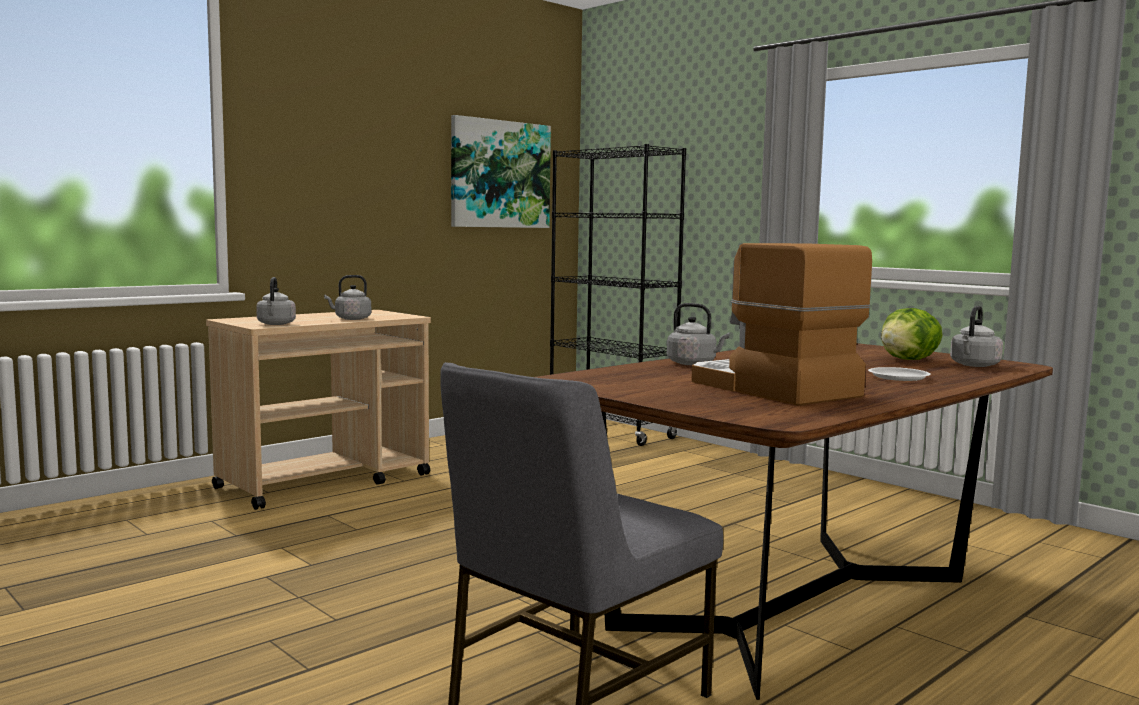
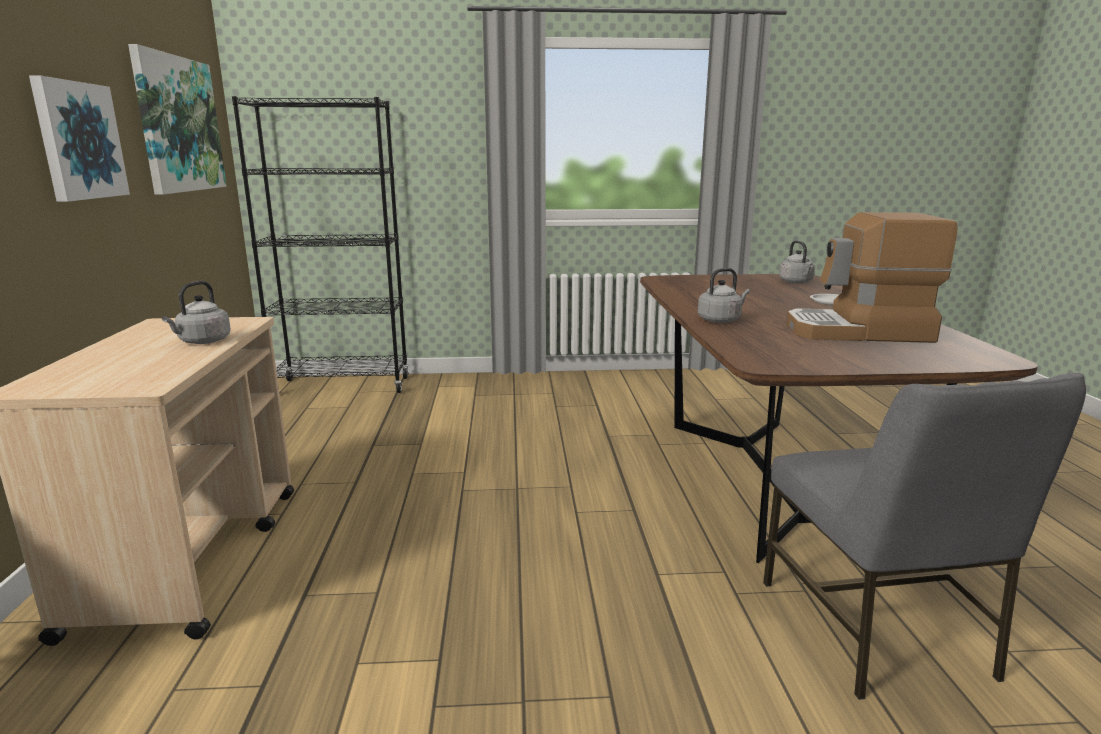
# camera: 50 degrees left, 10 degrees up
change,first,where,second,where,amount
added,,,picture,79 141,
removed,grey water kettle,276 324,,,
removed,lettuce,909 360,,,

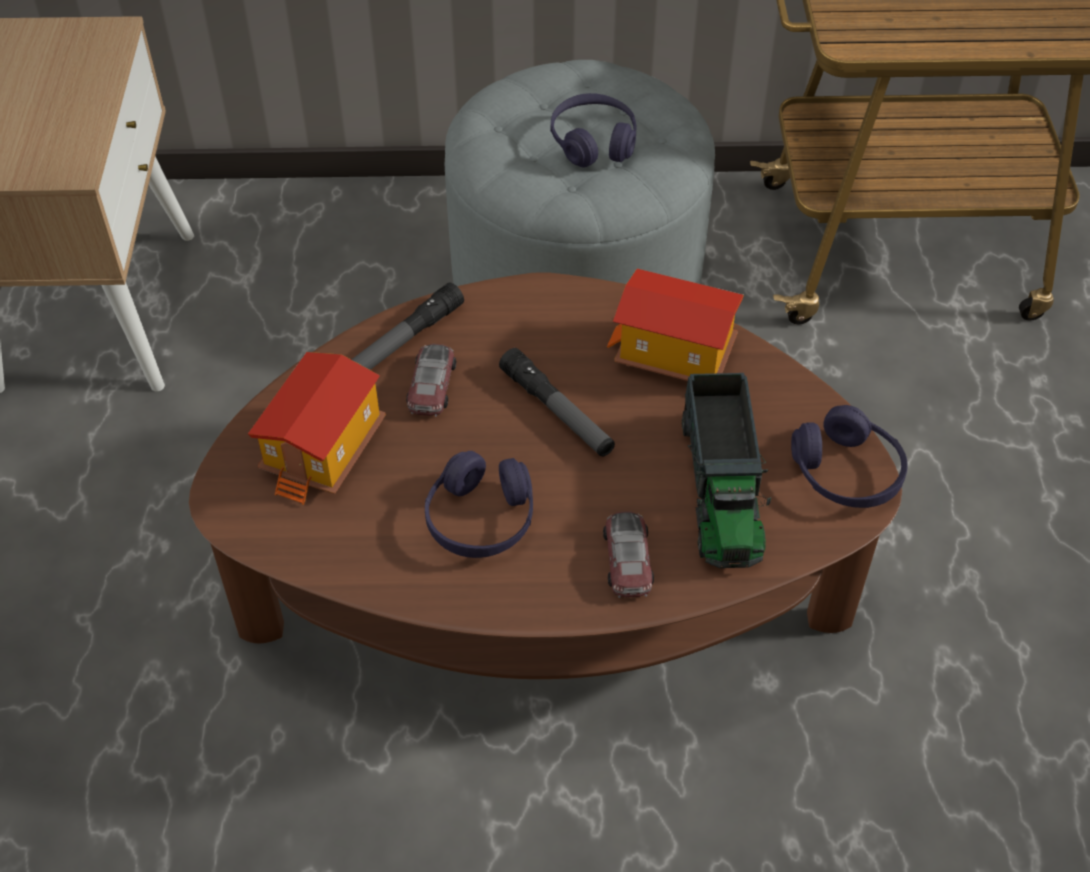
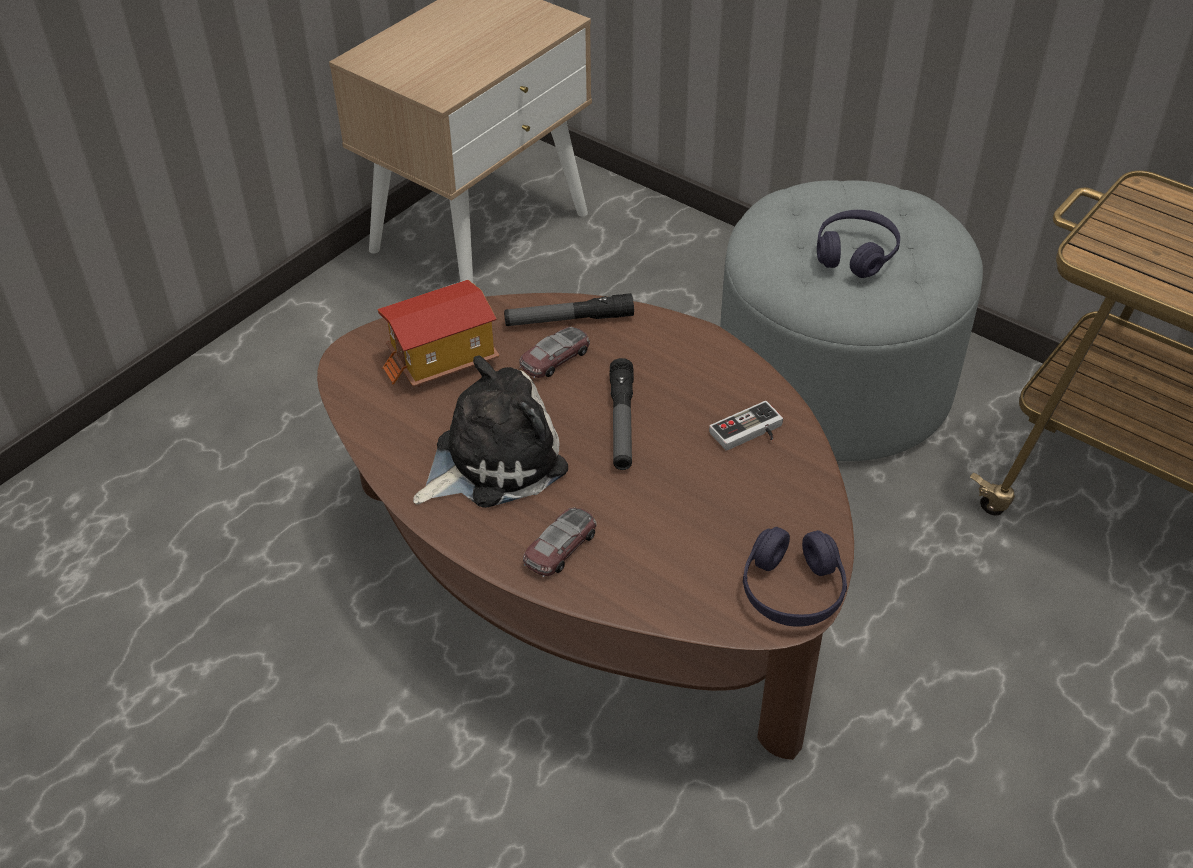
# camera: 40 degrees right, 5 degrees down
change,first,where,second,where,amount
replaced,purplish pair of headphones,480 519,cuddly toy,492 460,
replaced,toy house,673 356,game controller,749 433,
removed,toy truck,721 488,,,

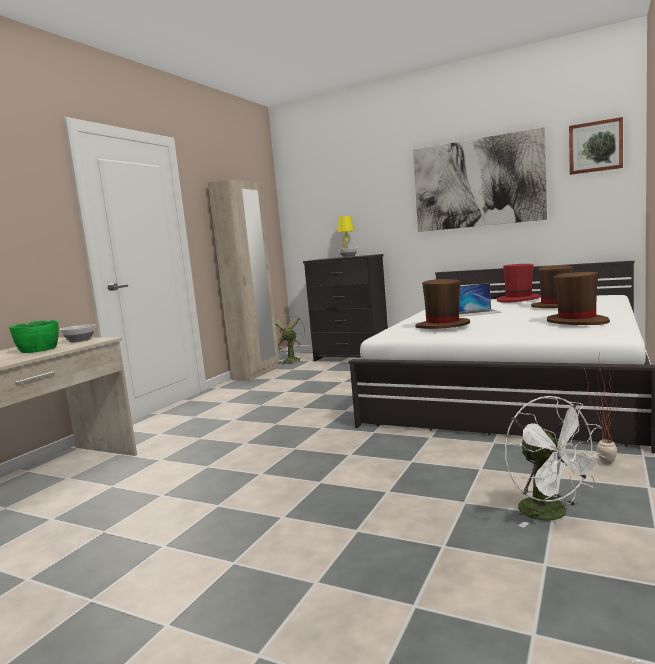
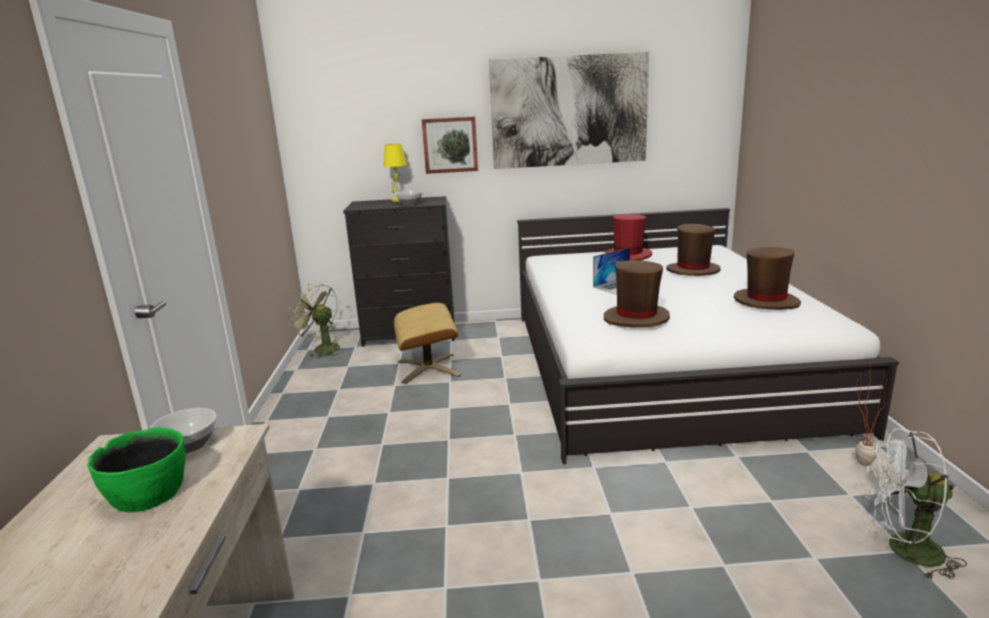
# camera: 30 degrees left, 10 degrees up
change,first,where,second,where,amount
added,,,sand-coloured ottoman,429 368,
moved,picture,595 146,,450 145,
turned,white-coloured cooling fan,551 514,,904 551,150 degrees clockwise
removed,sand-coloured clothes cupboard,257 373,,,

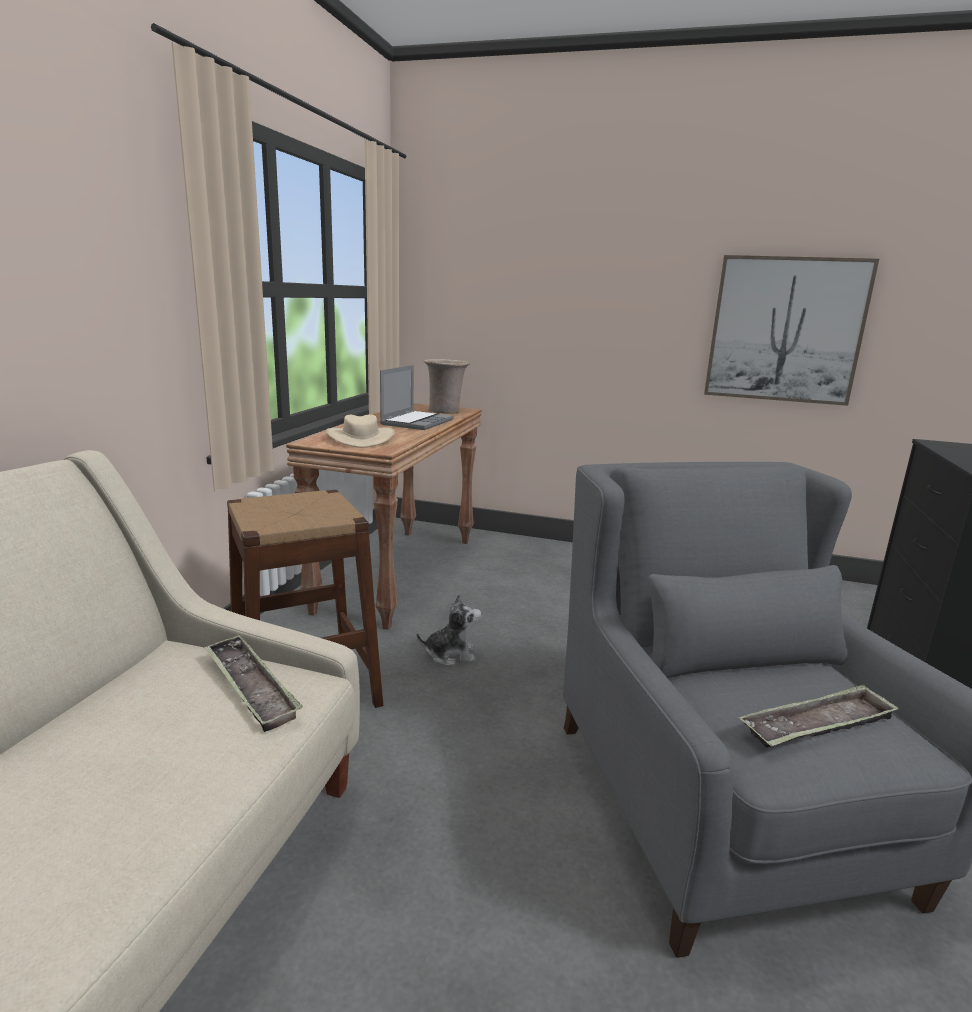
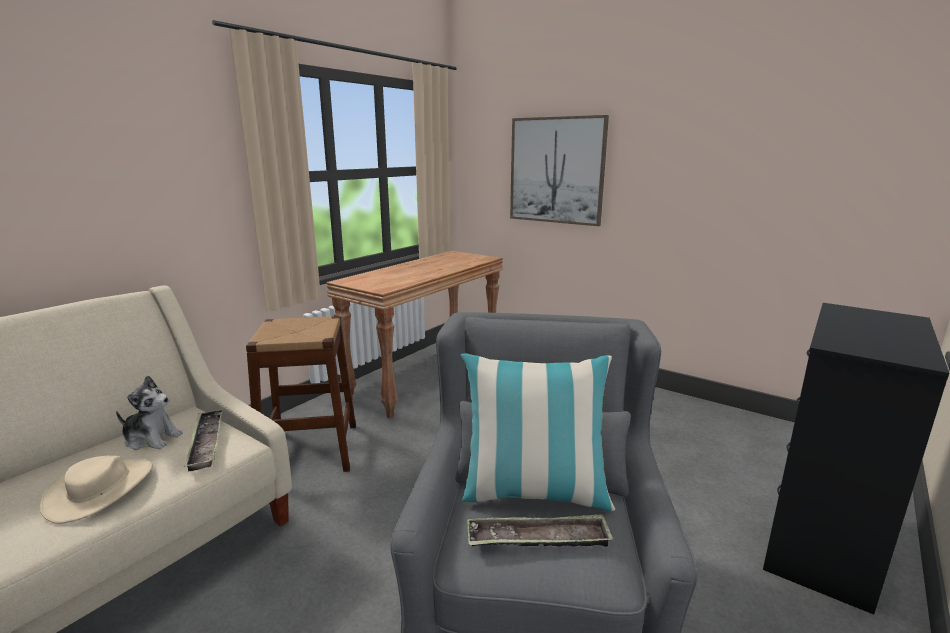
# camera: 20 degrees right, 0 degrees up
change,first,where,second,where,amount
moved,sand-coloured wearable hat,361 438,,101 489,
moved,cuddly toy,450 655,,152 439,
added,,,throw pillow,534 493,
moved,picture,785 330,,556 170,
removed,portable computer,417 422,,,
removed,sand-coloured vase,445 411,,,

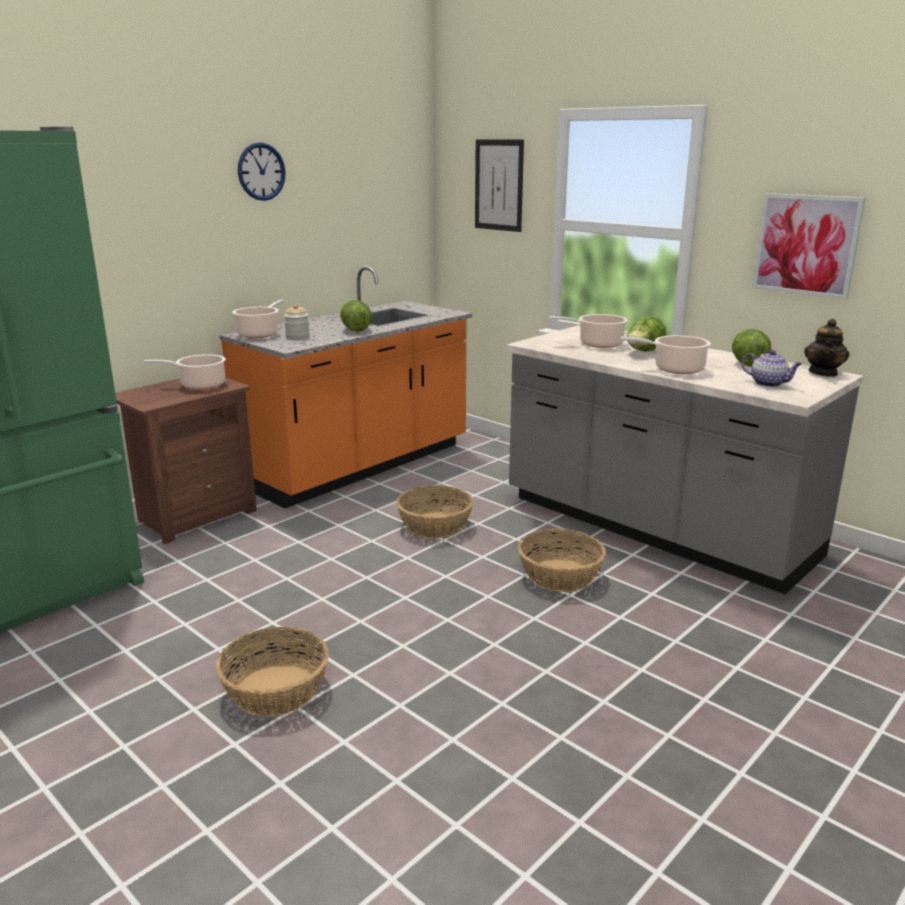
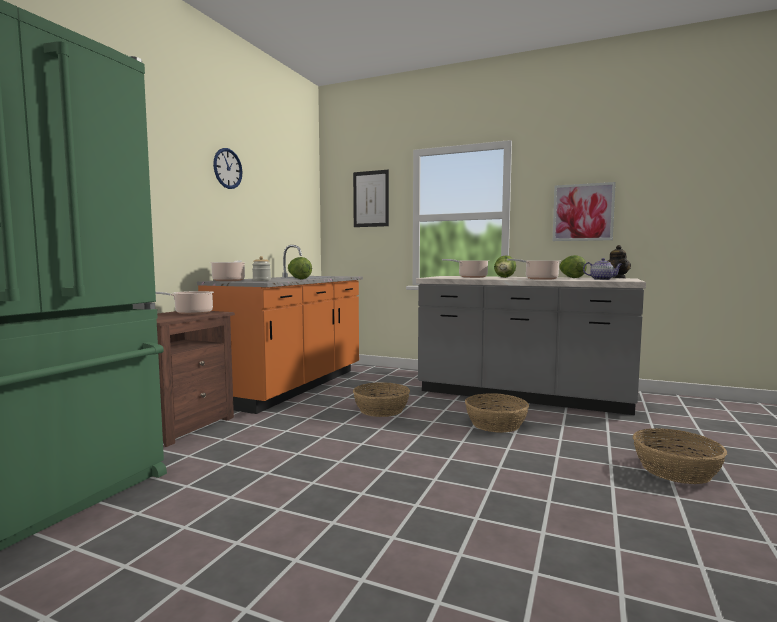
# camera: 20 degrees left, 15 degrees down
change,first,where,second,where,amount
moved,household basket,276 690,,676 470,

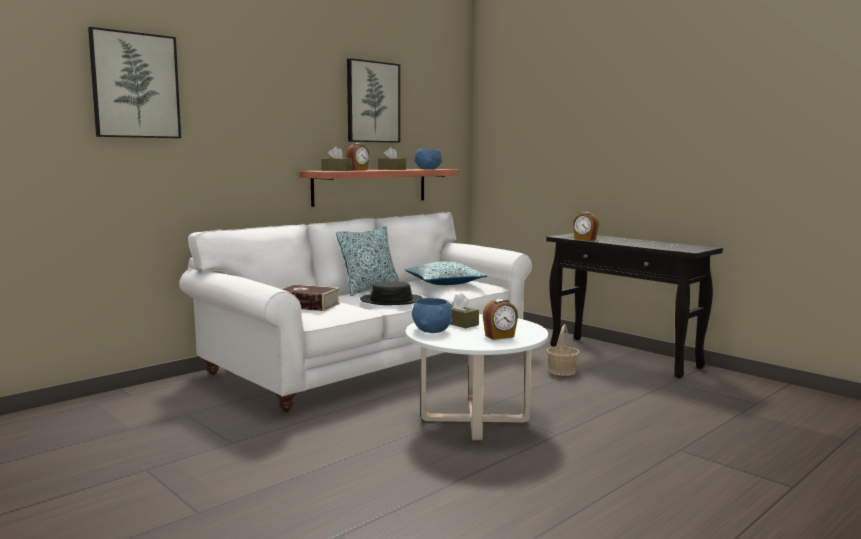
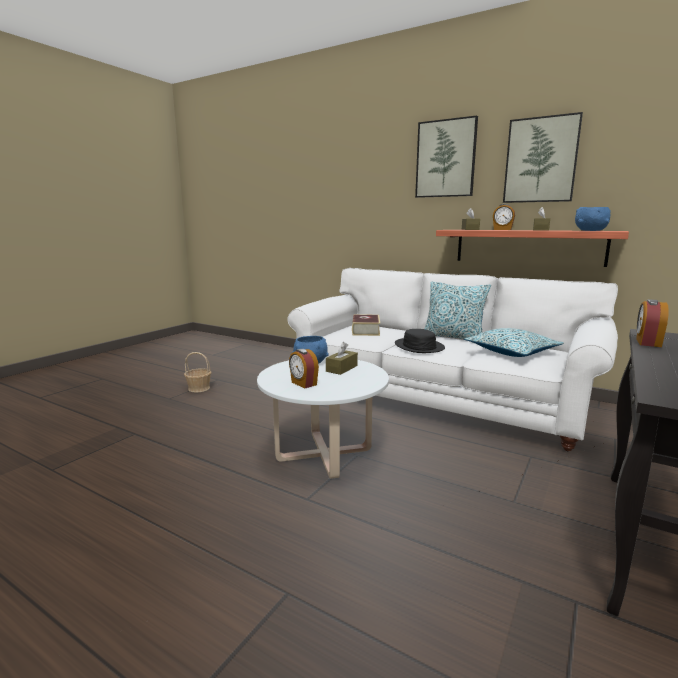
# camera: 75 degrees right, 5 degrees up
change,first,where,second,where,amount
moved,household basket,562 371,,199 388,
moved,picture,135 85,,446 159,

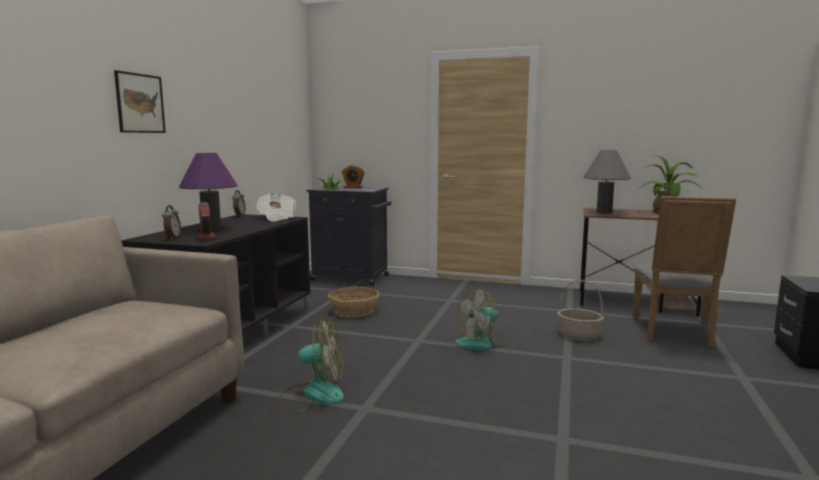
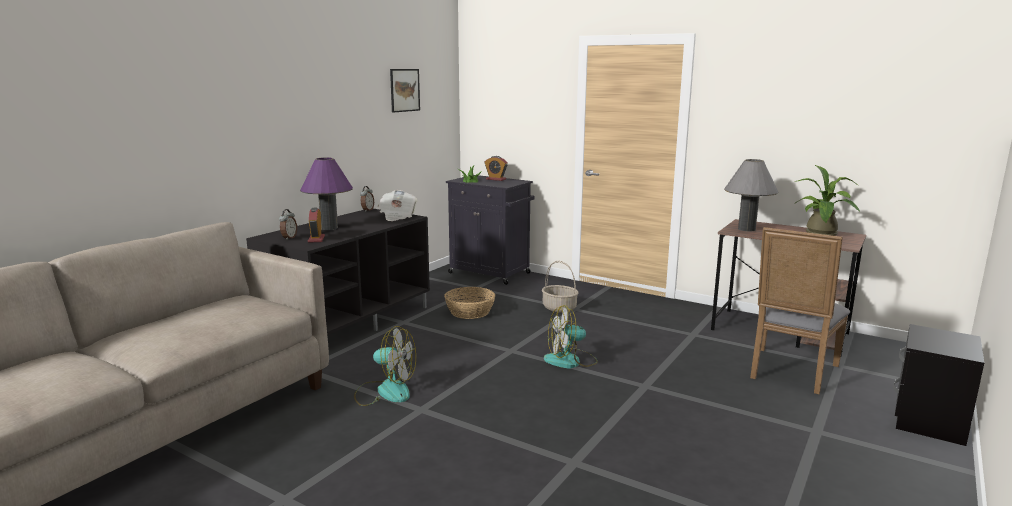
# camera: 15 degrees right, 5 degrees up
change,first,where,second,where,amount
moved,picture,140 103,,404 90,
moved,household basket,579 335,,559 308,

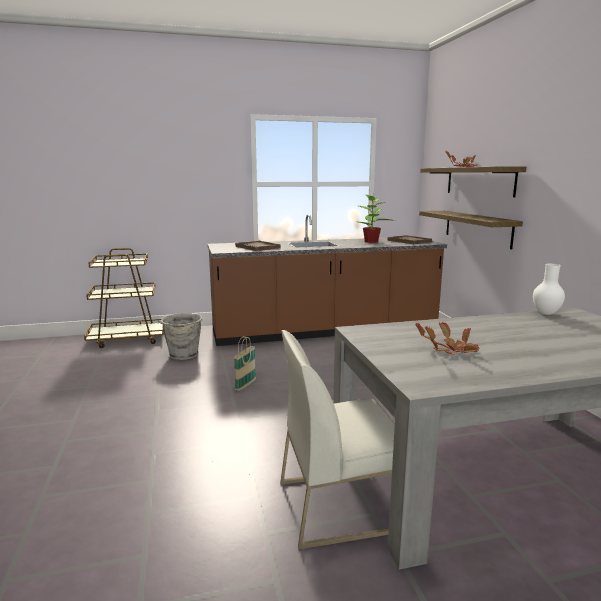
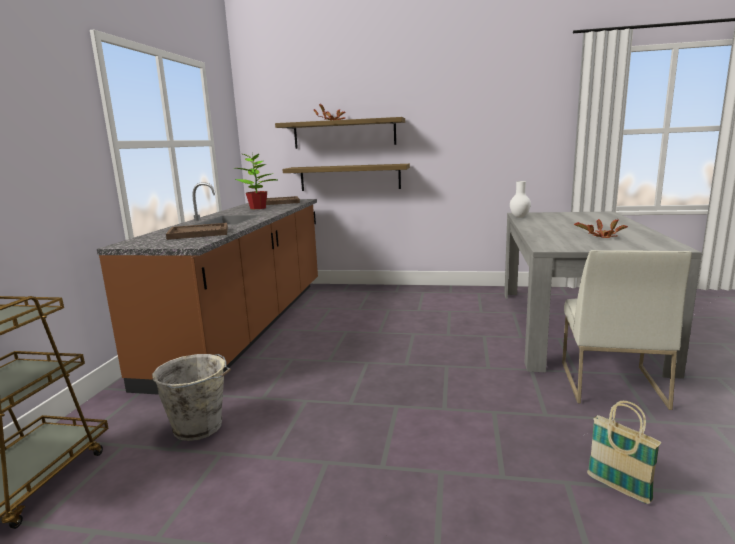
# camera: 65 degrees left, 0 degrees up
change,first,where,second,where,amount
moved,household basket,245 385,,618 488,

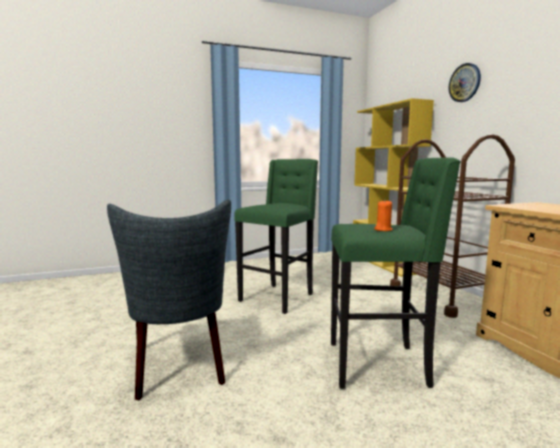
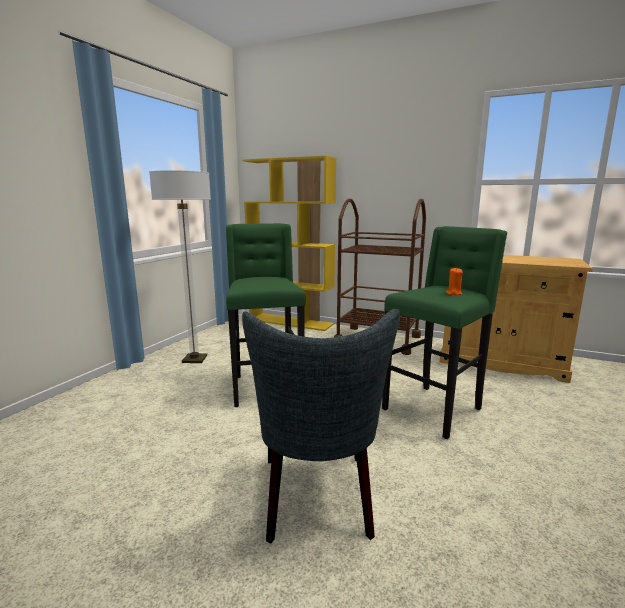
# camera: 45 degrees left, 5 degrees up
change,first,where,second,where,amount
added,,,standard lamp,194 359,
turned,grey chair,180 368,,318 501,60 degrees clockwise
removed,clock on the wall,464 83,,,

